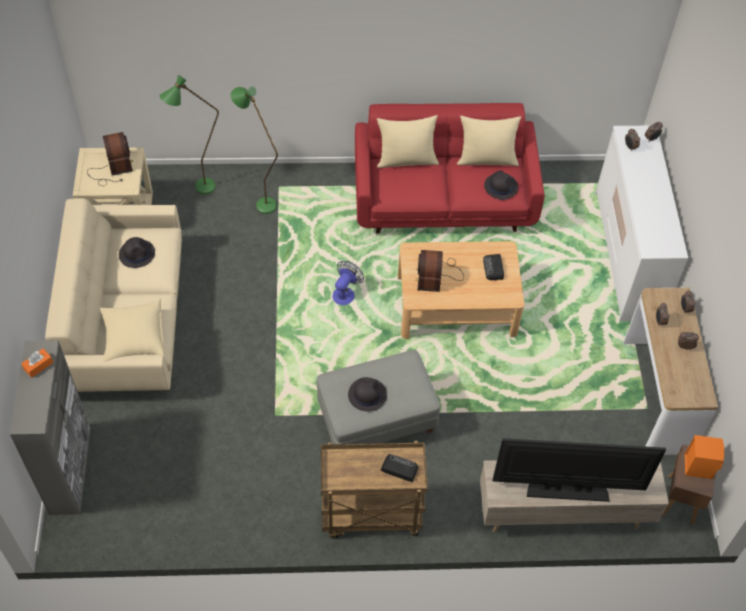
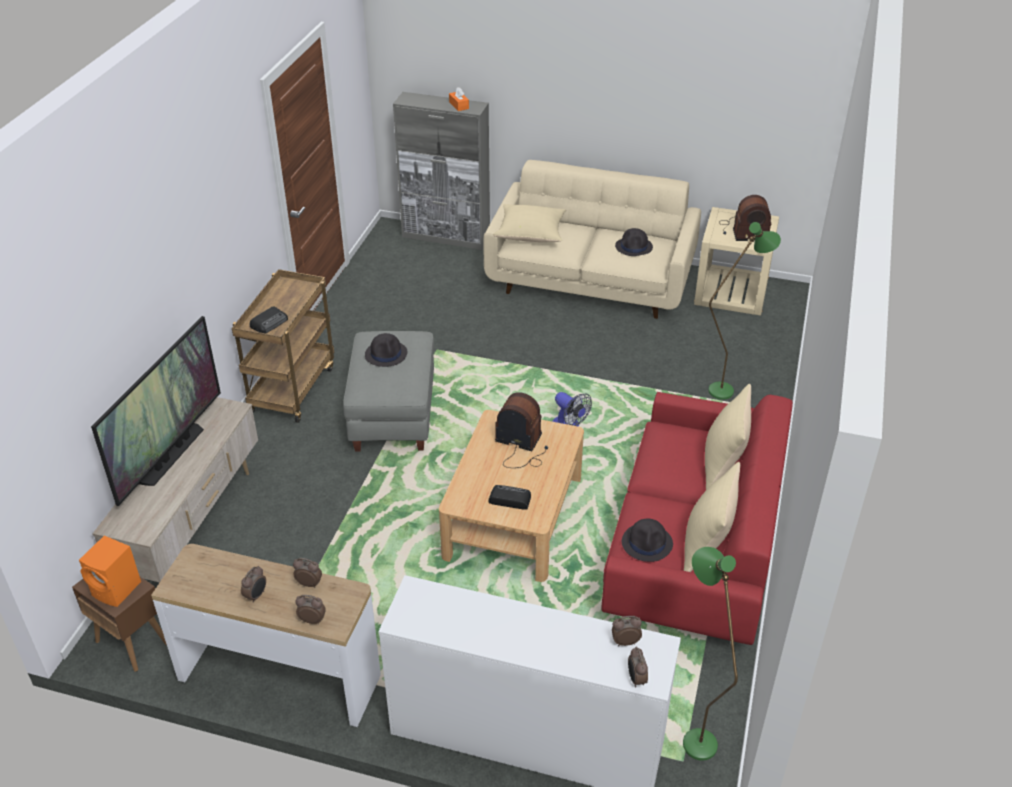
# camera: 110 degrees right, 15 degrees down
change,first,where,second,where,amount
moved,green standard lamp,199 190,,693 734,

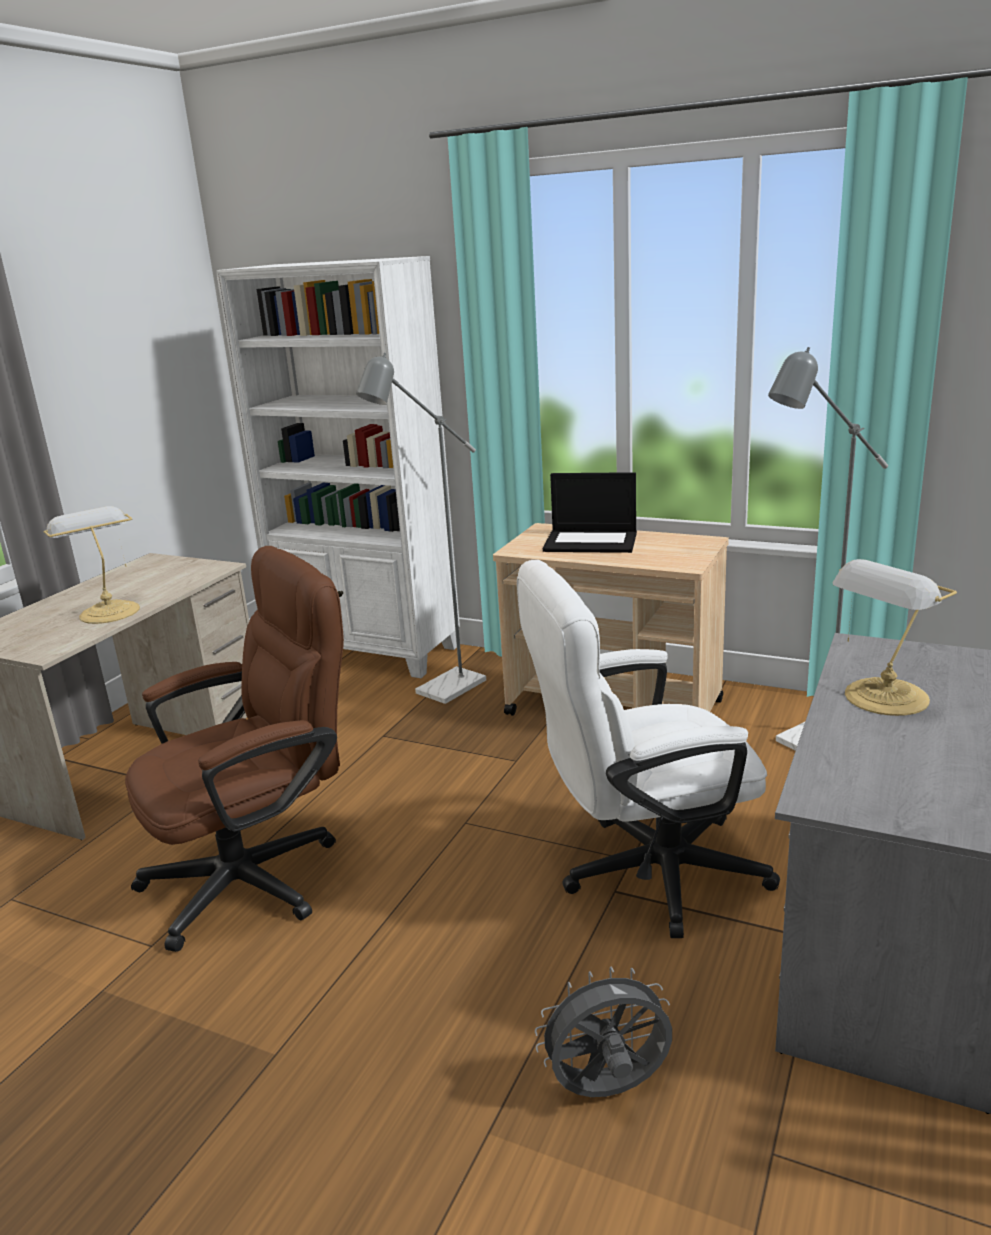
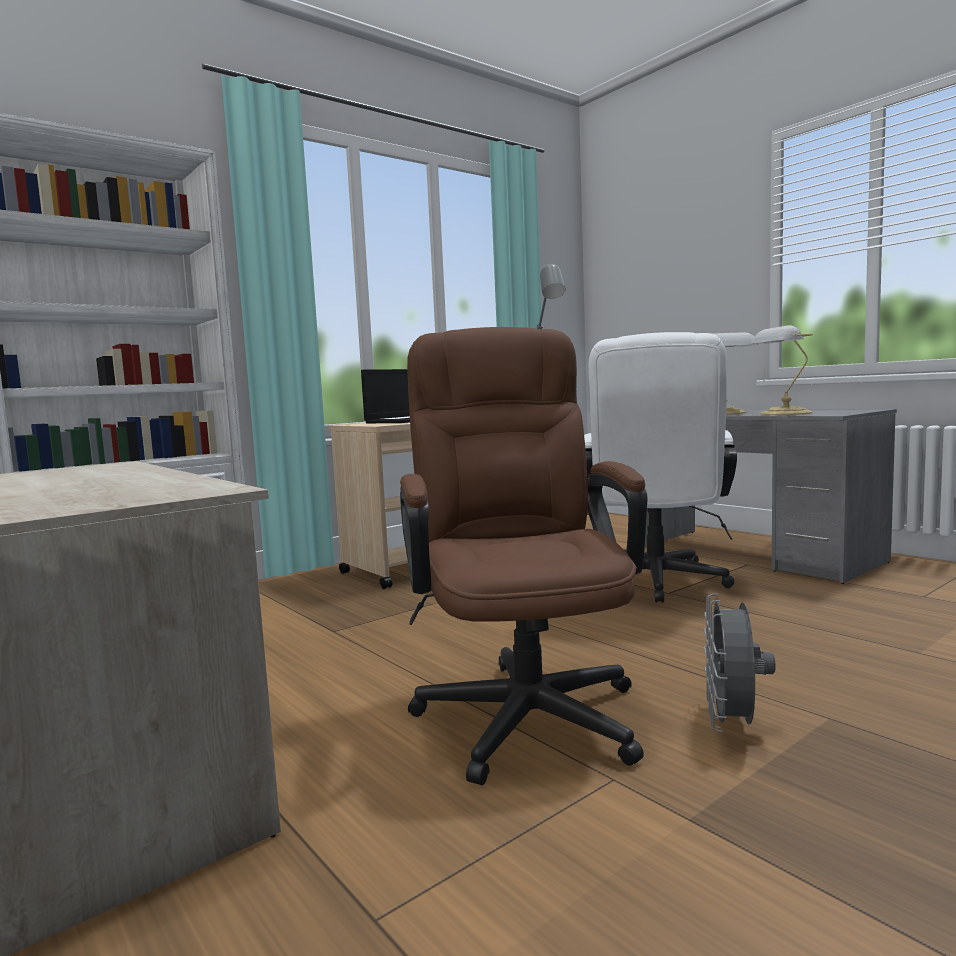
# camera: 65 degrees left, 15 degrees down
change,first,where,second,where,amount
moved,grey cooling fan,609 1090,,732 724,
moved,tabletop lamp,108 611,,783 413,
removed,grey standard lamp,442 692,,,

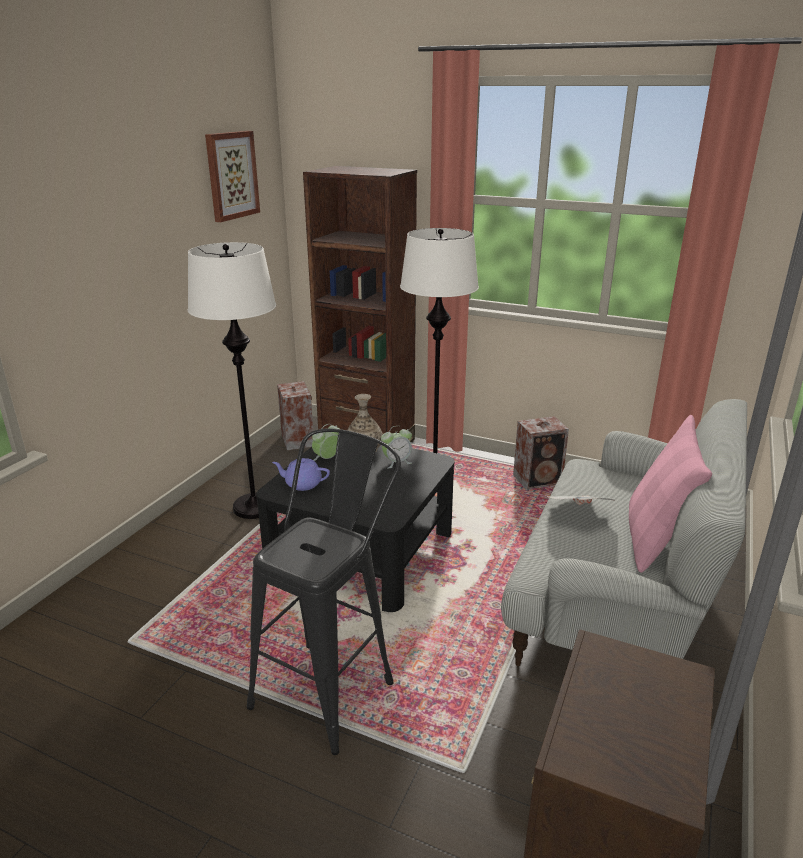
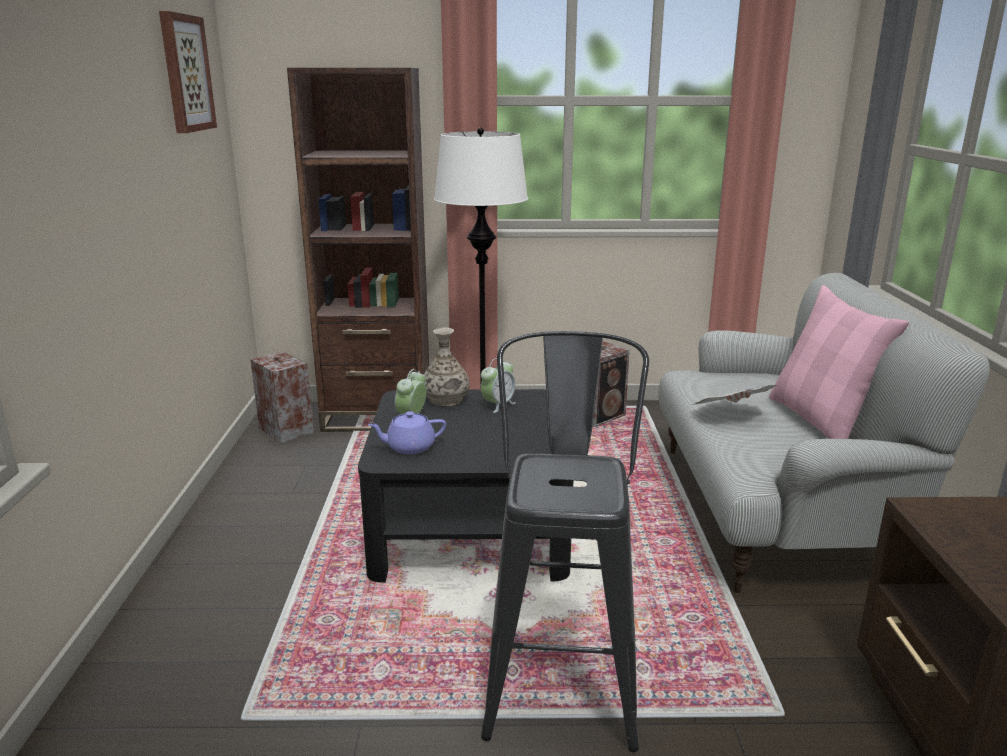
# camera: 25 degrees left, 5 degrees down
change,first,where,second,where,amount
removed,white-coloured standard lamp,254 507,,,

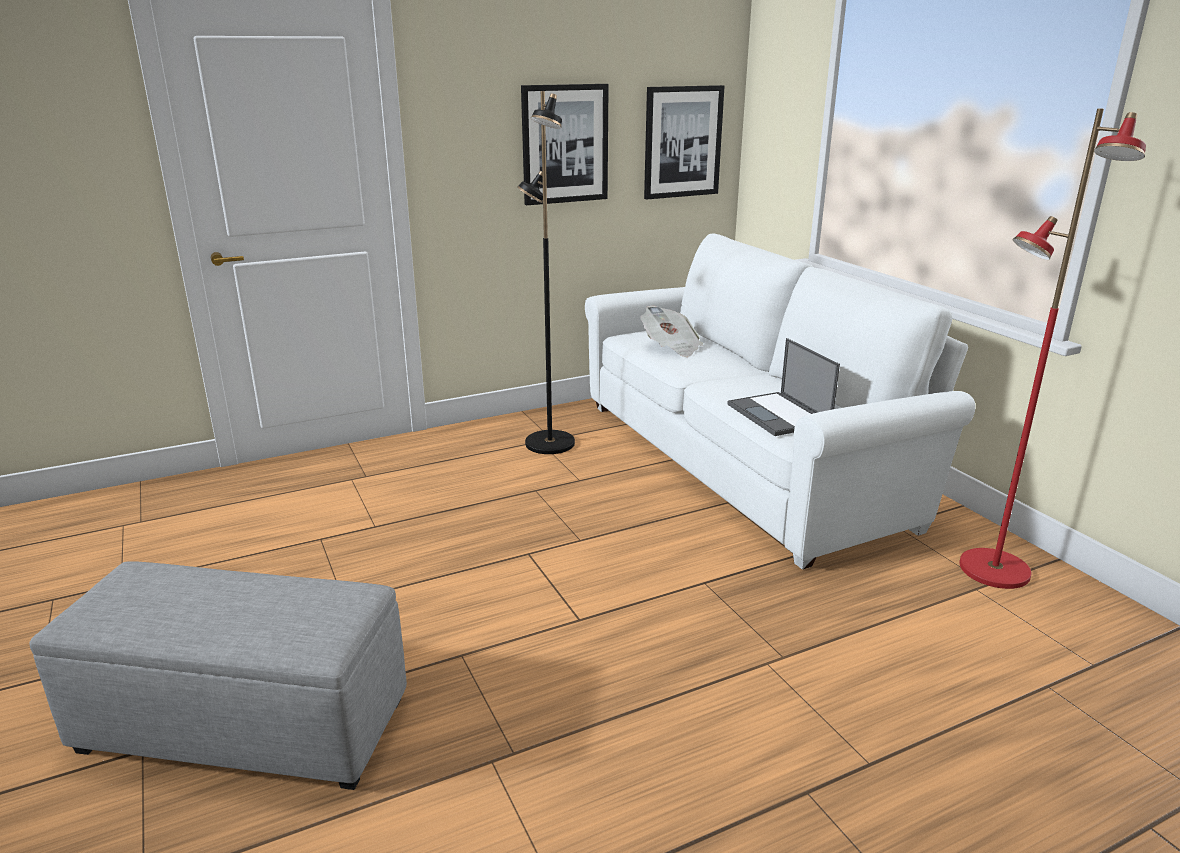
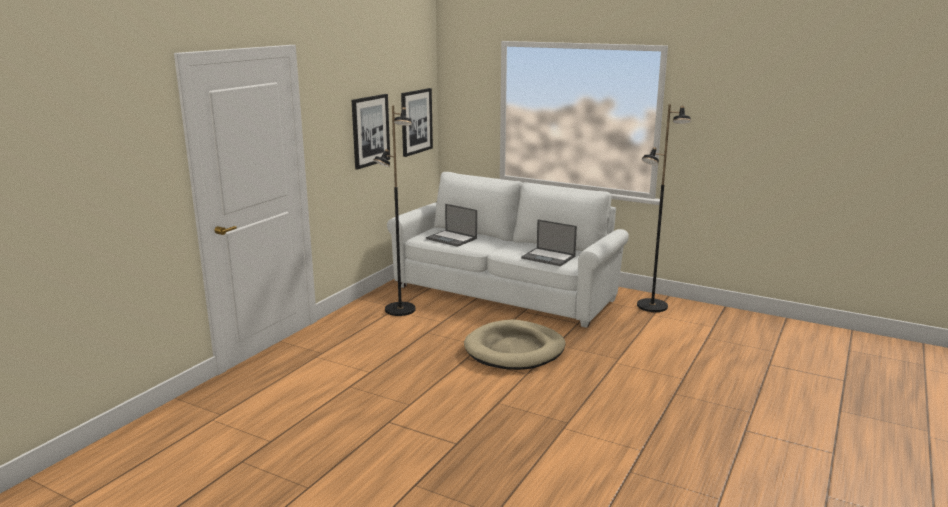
# camera: 35 degrees left, 5 degrees down
change,first,where,second,where,amount
replaced,printed paper,671 347,portable computer,452 239,
added,,,sand-coloured pet bed,515 350,
recoloured,reddish standard lamp,993 570,blackish standard lamp,652 306,
removed,grey ottoman,247 725,,,

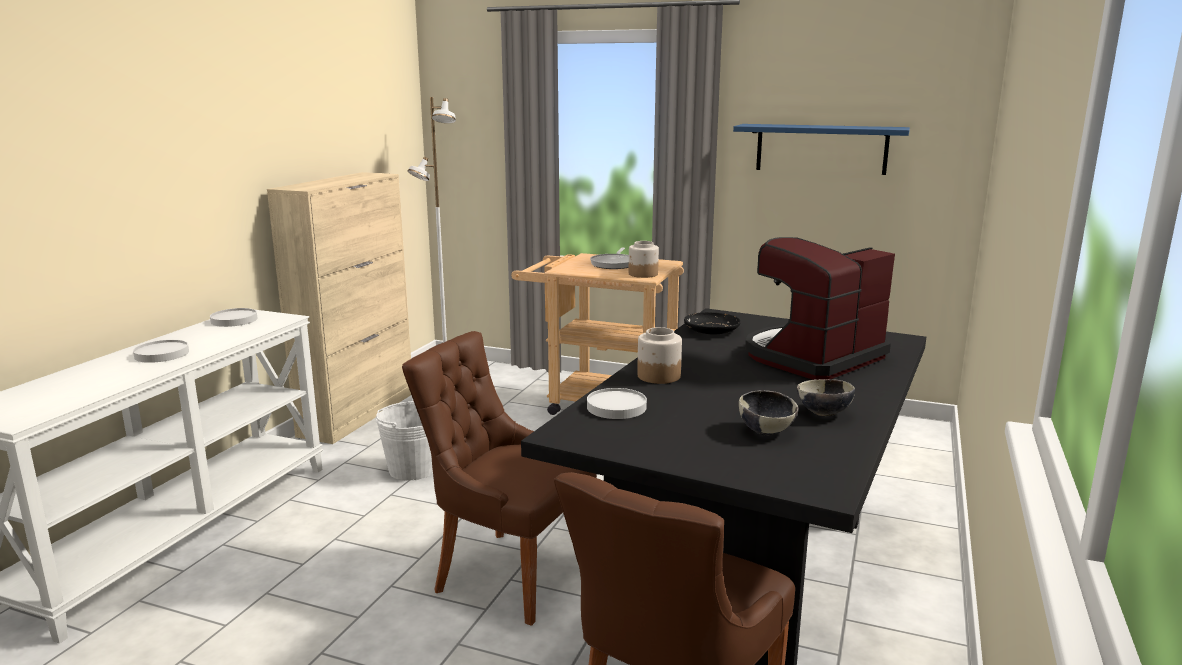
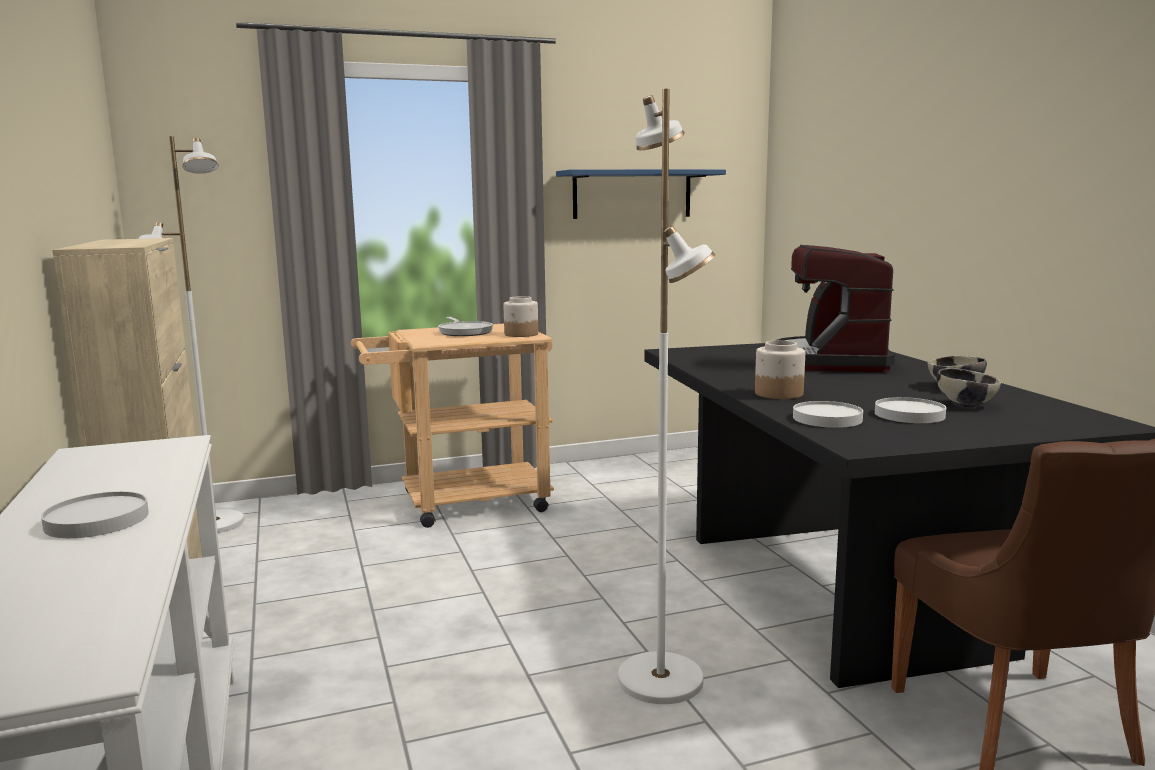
# camera: 40 degrees left, 5 degrees down
change,first,where,second,where,amount
replaced,brown chair,509 572,white-coloured standard lamp,662 679,
moved,white-coloured plate,234 320,,910 415,
removed,white-coloured bucket,412 469,,,
removed,blackish plate,711 330,,,

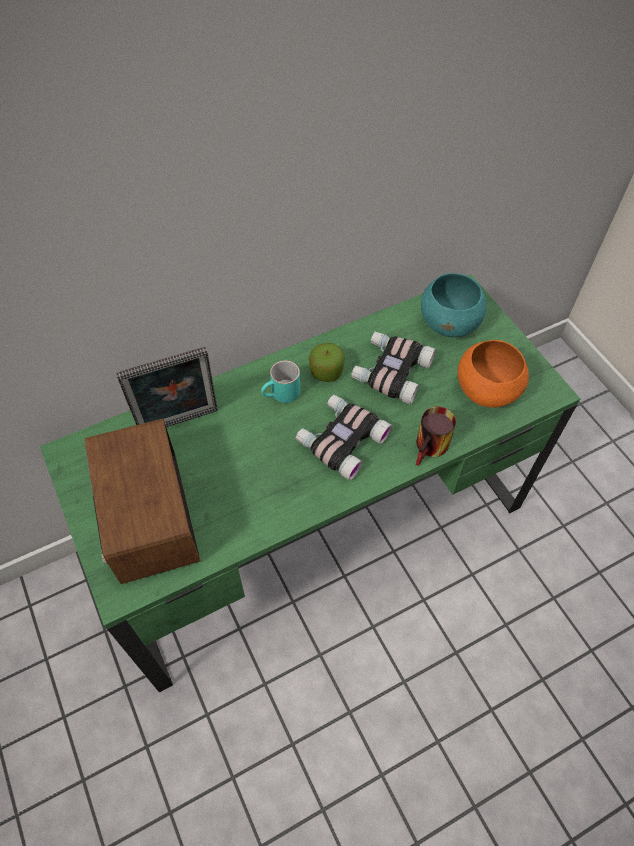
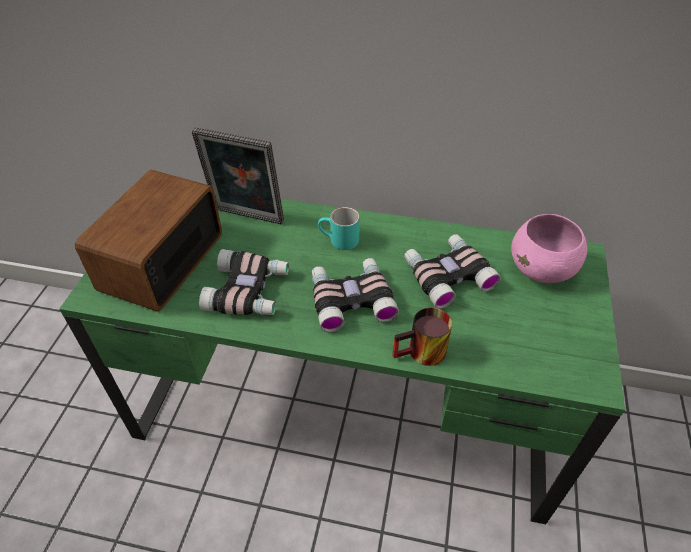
# camera: 40 degrees right, 10 degrees down
change,first,where,second,where,amount
added,,,field glasses,249 291,
recoloured,blue-green bowl,449 323,pinkish bowl,542 269,
removed,apple fruit,326 372,,,
removed,orangey bowl,485 390,,,

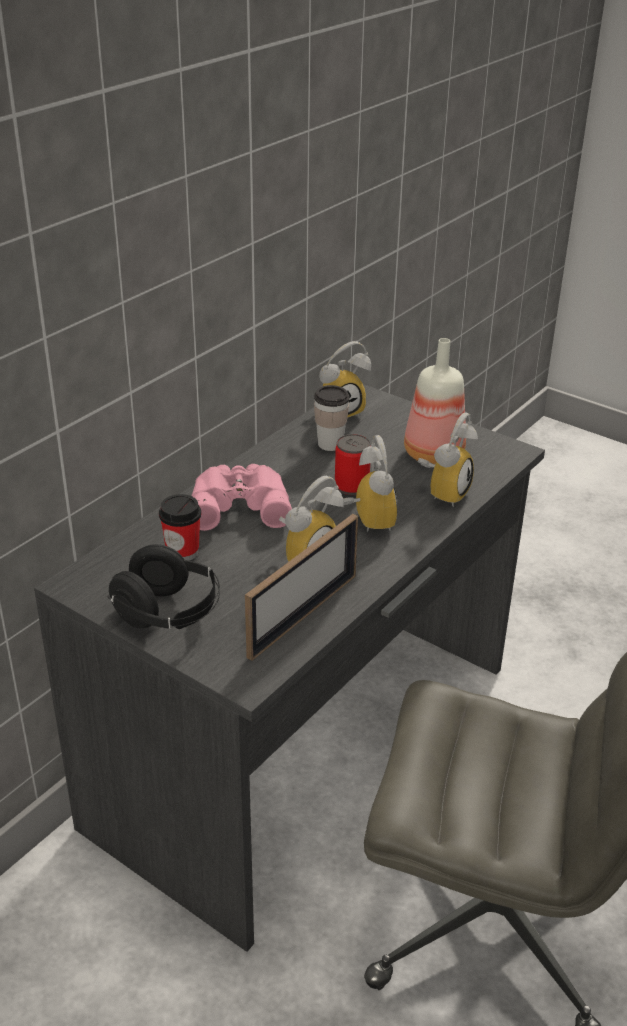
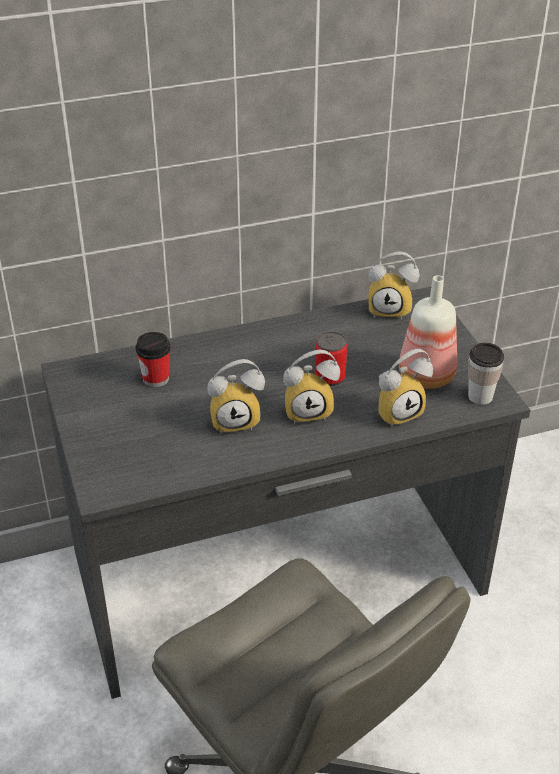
# camera: 35 degrees right, 5 degrees up
change,first,where,second,where,amount
turned,alarm clock,365 521,,309 410,60 degrees clockwise
moved,drinking cup,330 444,,480 396,
removed,blackish pair of headphones,168 614,,,
removed,pinkish field glasses,239 503,,,
removed,standing frame,303 615,,,

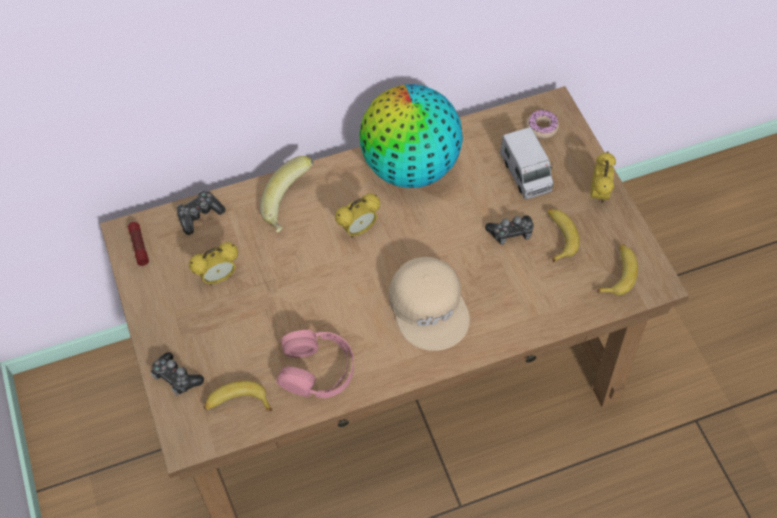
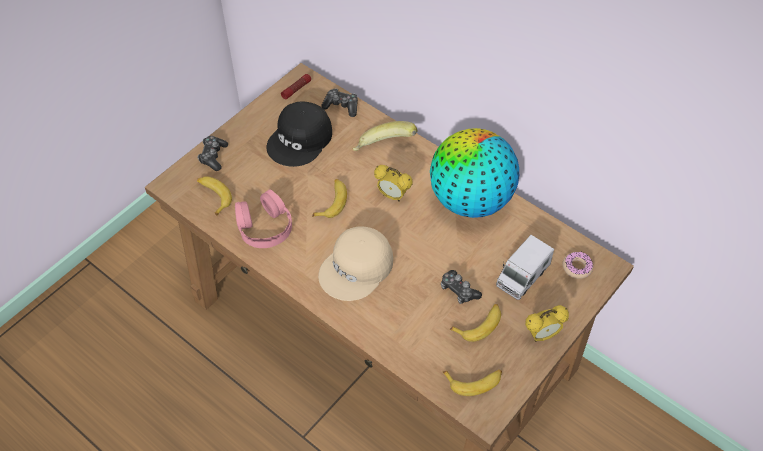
# camera: 60 degrees right, 5 degrees down
change,first,where,second,where,amount
replaced,alarm clock,218 277,blackish cap,301 140,
added,,,banana fruit,332 201,

